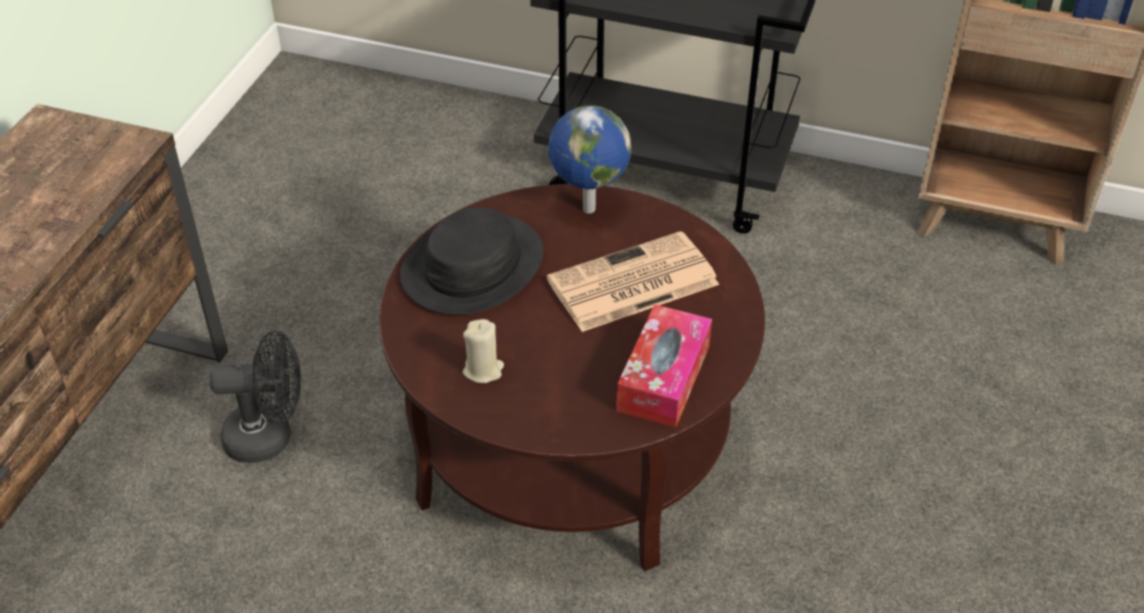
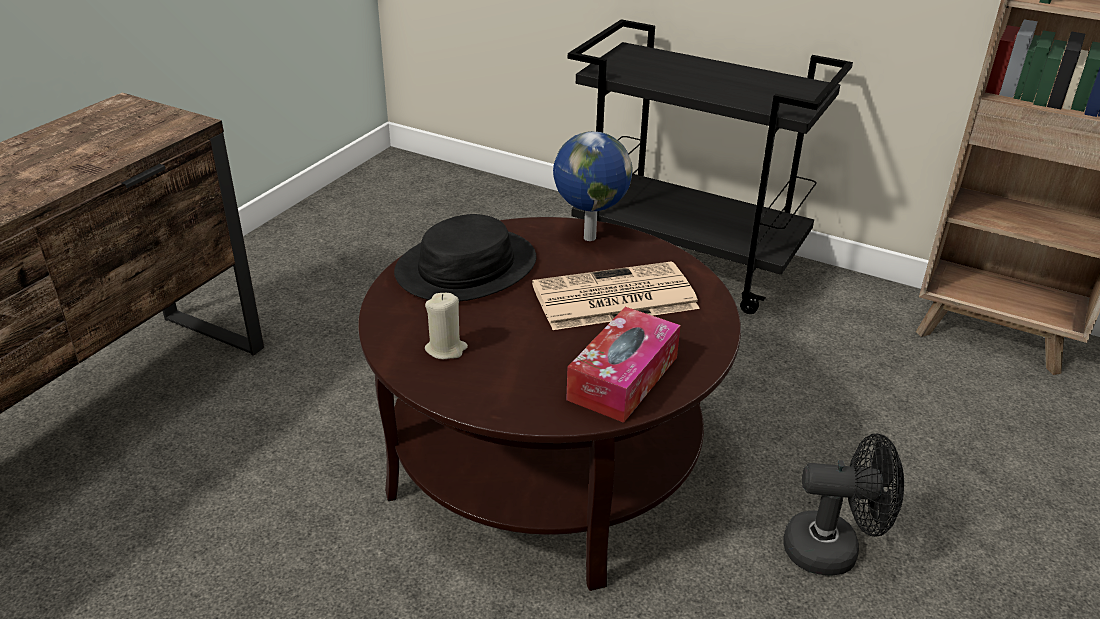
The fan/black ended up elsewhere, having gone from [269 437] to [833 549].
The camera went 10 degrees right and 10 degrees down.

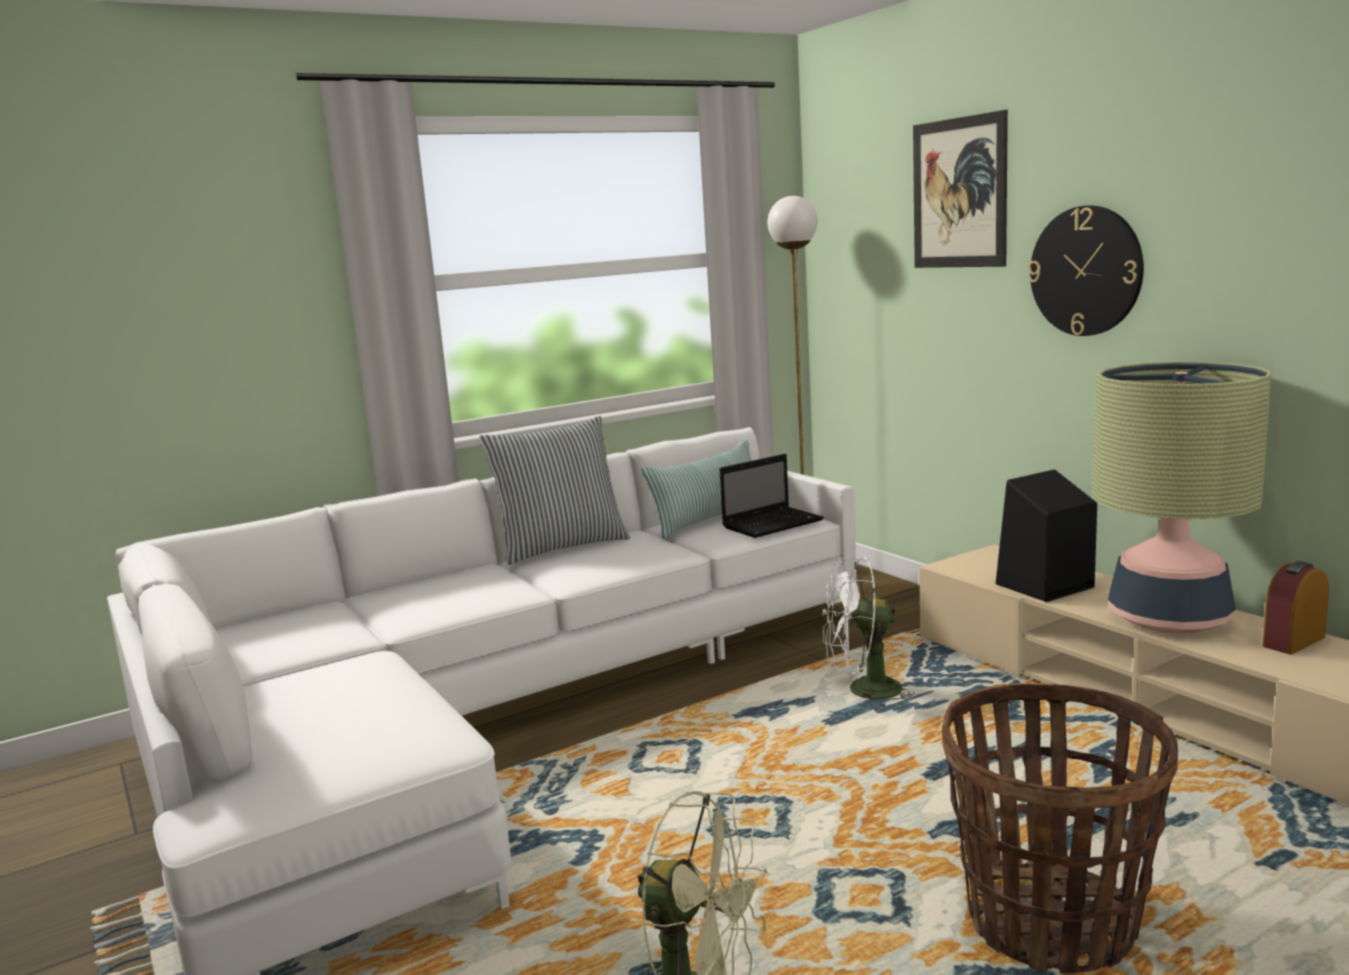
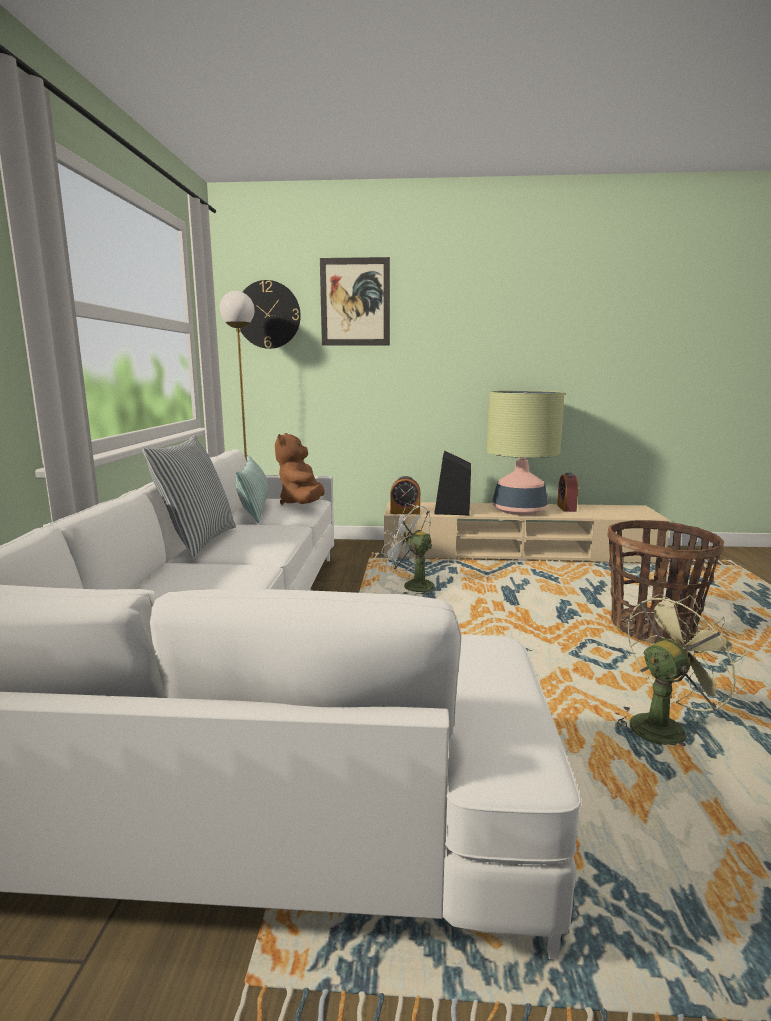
The second view gained the alarm clock at [405 512].
The wall clock ended up elsewhere, having gone from [1086 271] to [268 314].
Where the laptop stood at [773 523], the plush toy/brown came to stand at [302 504].
The fan/white at [863 692] ended up facing another way, 90 degrees clockwise from before.
The camera went 55 degrees left and 0 degrees up.

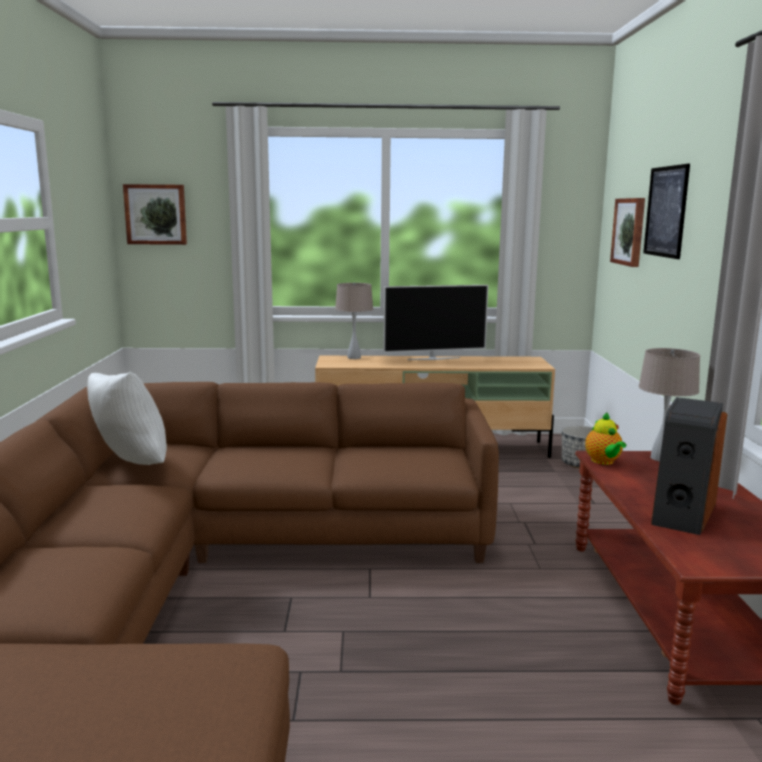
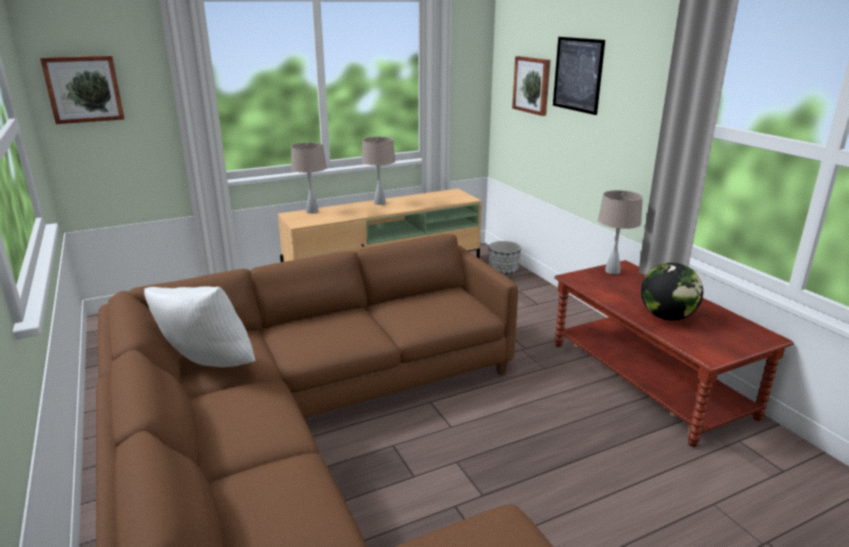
The second view lost the teapot at [603 461].
Where the television stood at [433 358], the table lamp/beige came to stand at [379 203].
Where the speaker stood at [682 513], the globe came to stand at [667 317].
The camera went 25 degrees left and 10 degrees up.

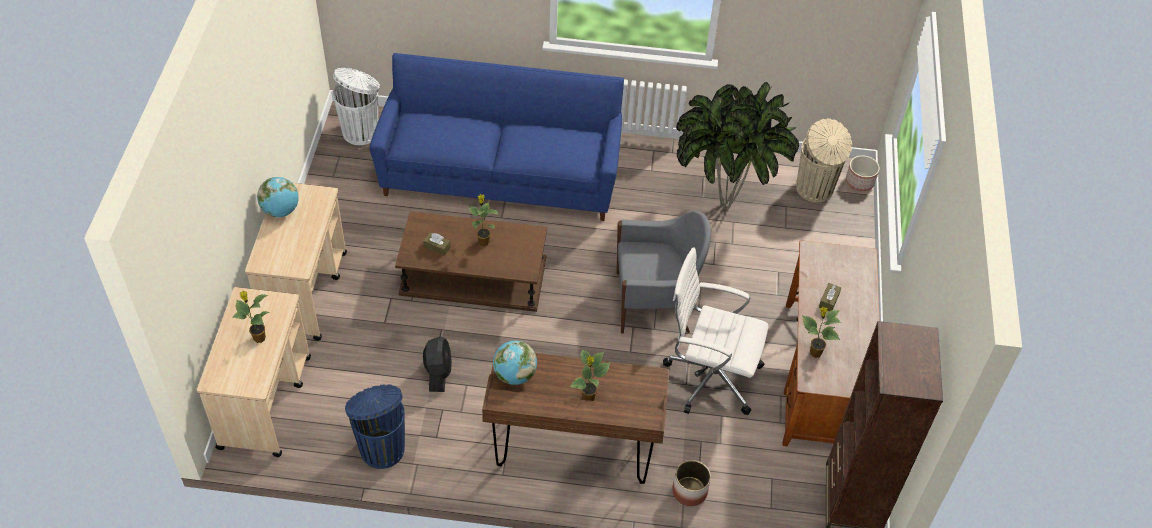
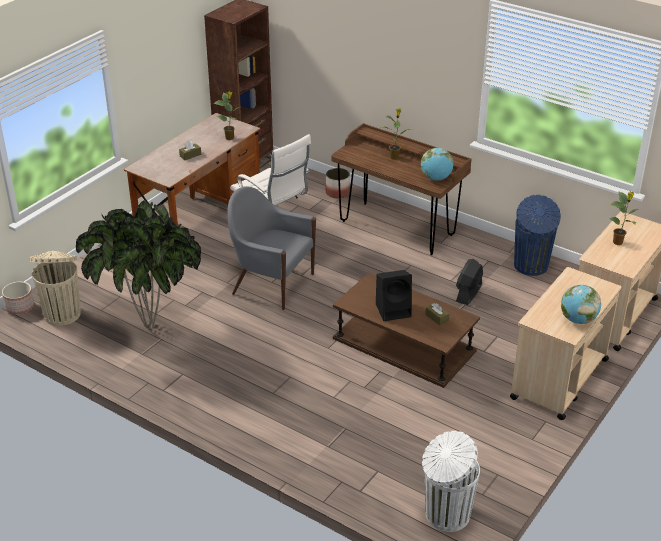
The second view lost the sofa/blue at [501 173].
Where the potted plant stood at [483 241], the speaker/black came to stand at [394 310].
The camera went 150 degrees left and 15 degrees down.

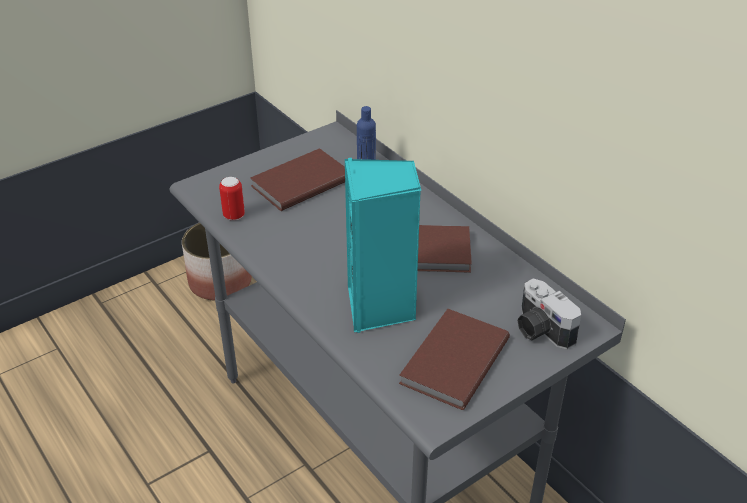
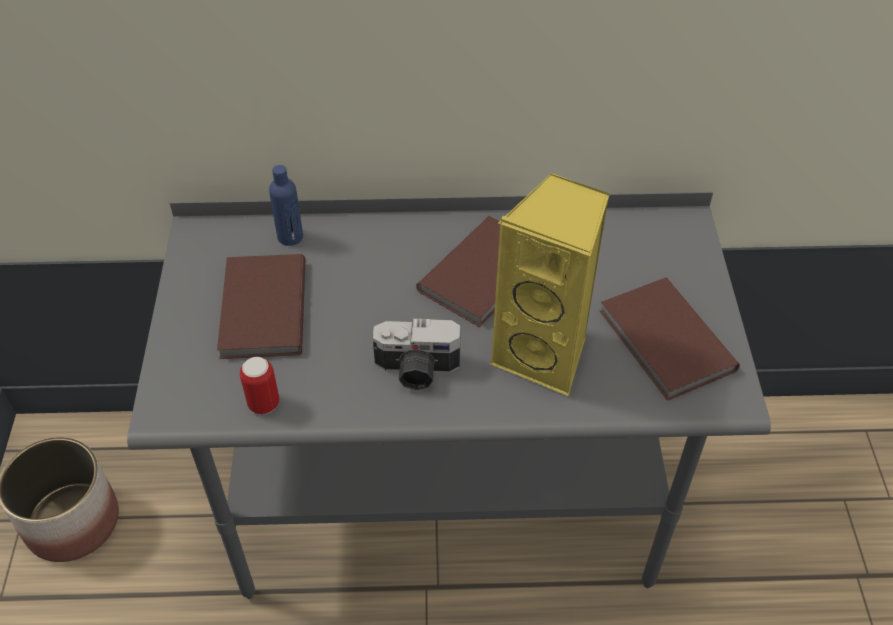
The photo camera ended up elsewhere, having gone from [540 330] to [417 370].
What was the speaker/turquoise at [381 308] turned into the speaker/yellow at [545 355].
The camera went 55 degrees left and 10 degrees up.

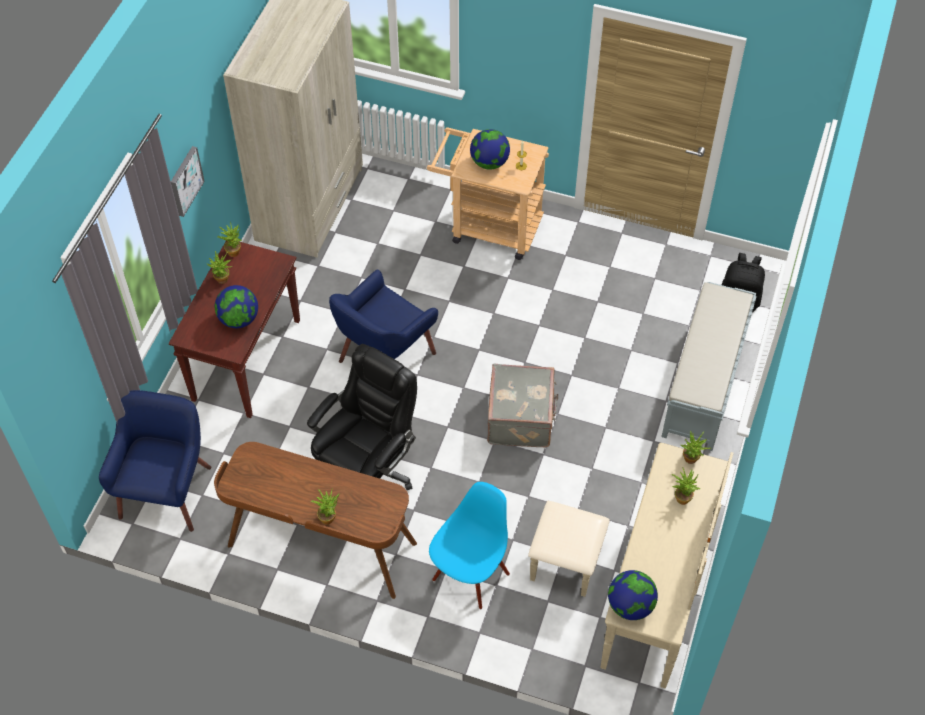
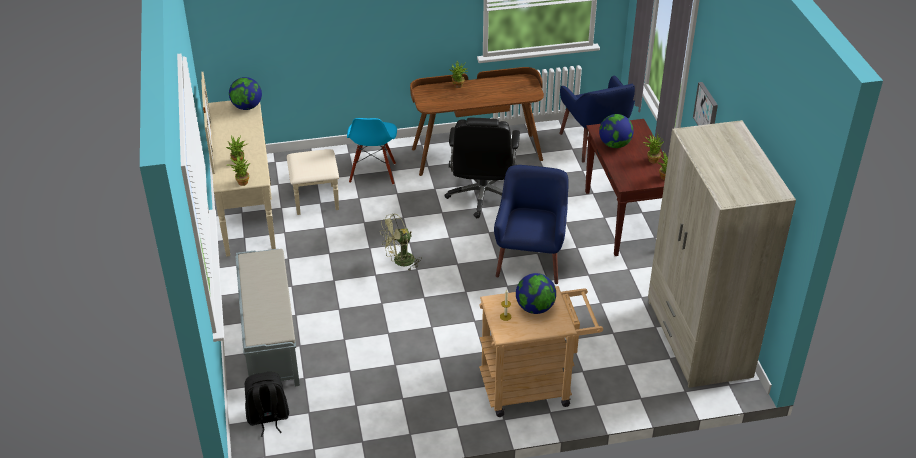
Where the suitcase/grey stood at [521 418], the fan/green came to stand at [400 262].
The camera went 150 degrees right and 15 degrees down.

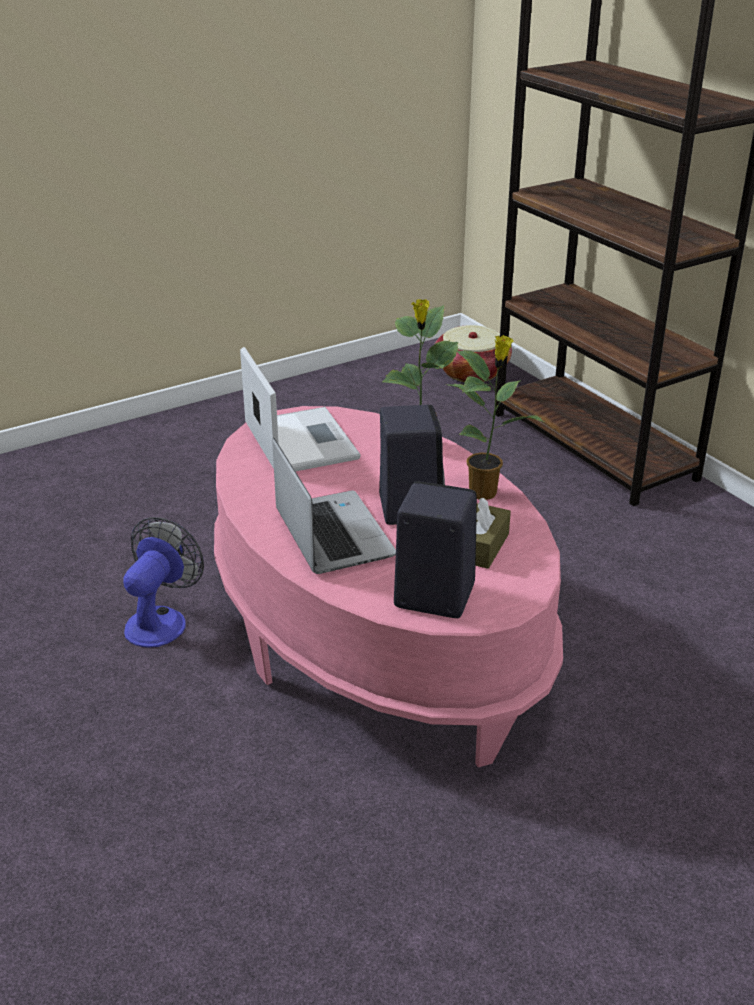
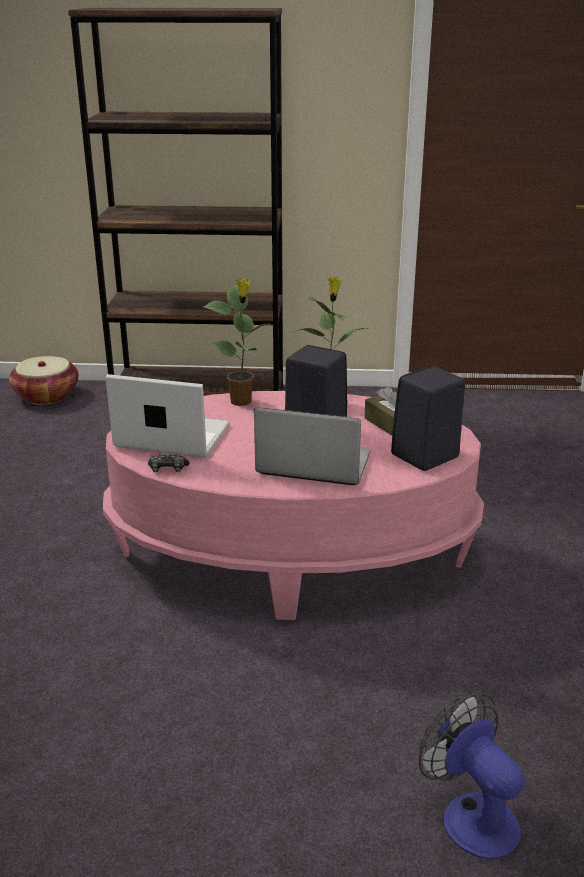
The second view gained the game controller at [168 469].
The fan ended up elsewhere, having gone from [161 620] to [470 814].
The camera went 55 degrees left and 5 degrees down.

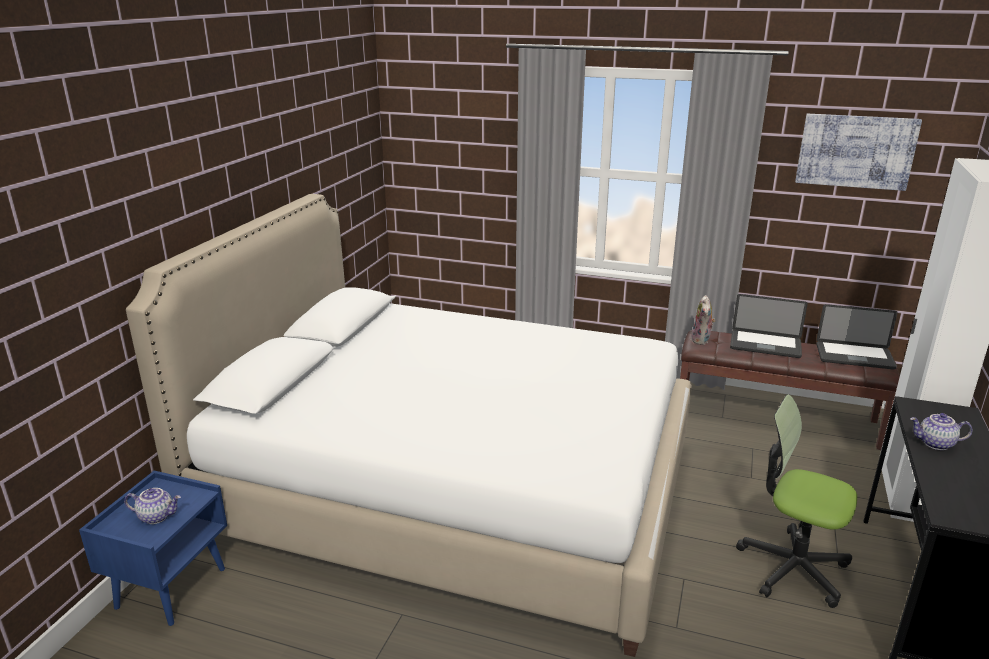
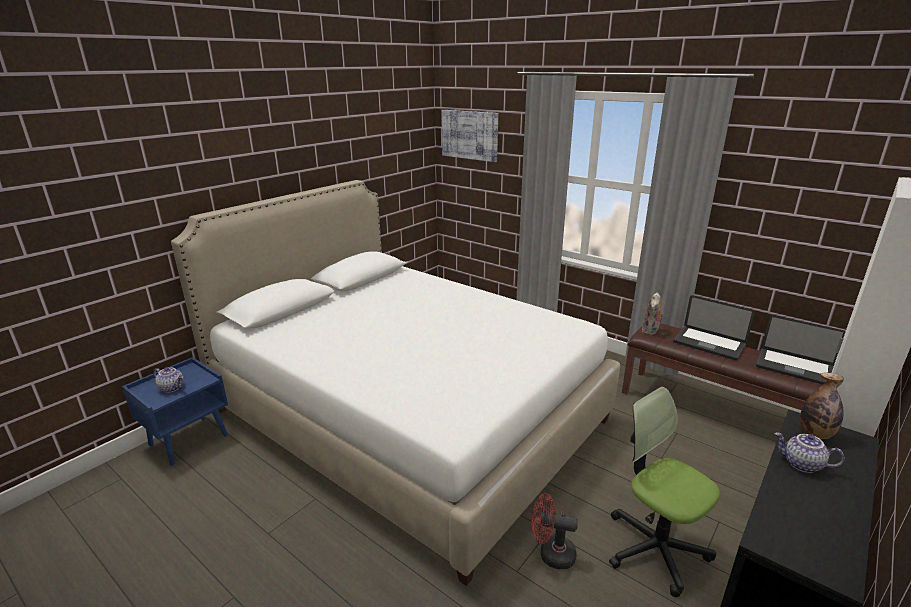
The second view gained the fan/red at [551 553].
The second view gained the bottle at [815 434].
The picture ended up elsewhere, having gone from [855 151] to [469 135].
The camera went 20 degrees right and 0 degrees up.

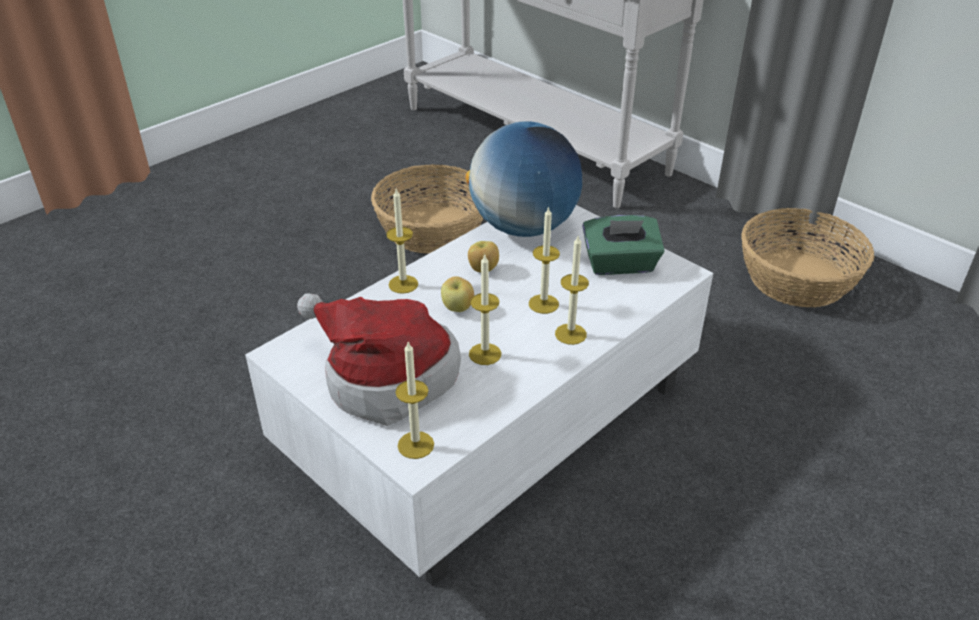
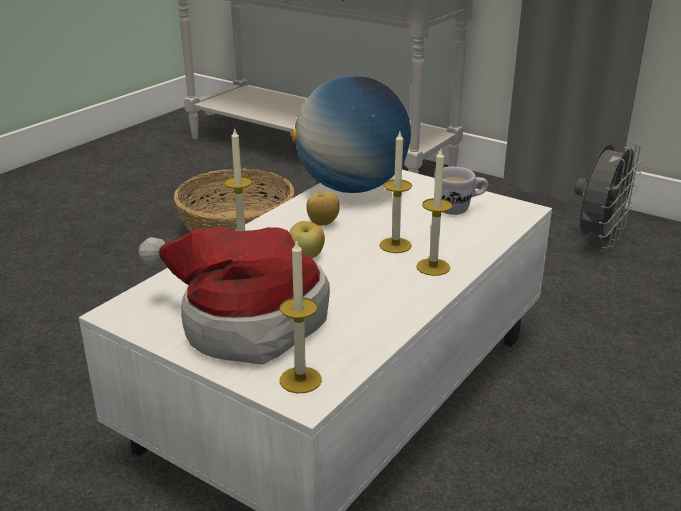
The second view lost the candle at [485 354].
Where the tissue box/green stood at [620 264], the mug/white came to stand at [459 209].
Where the basket stood at [796 278], the fan/grey came to stand at [599 240].
The camera went 10 degrees left and 10 degrees down.

